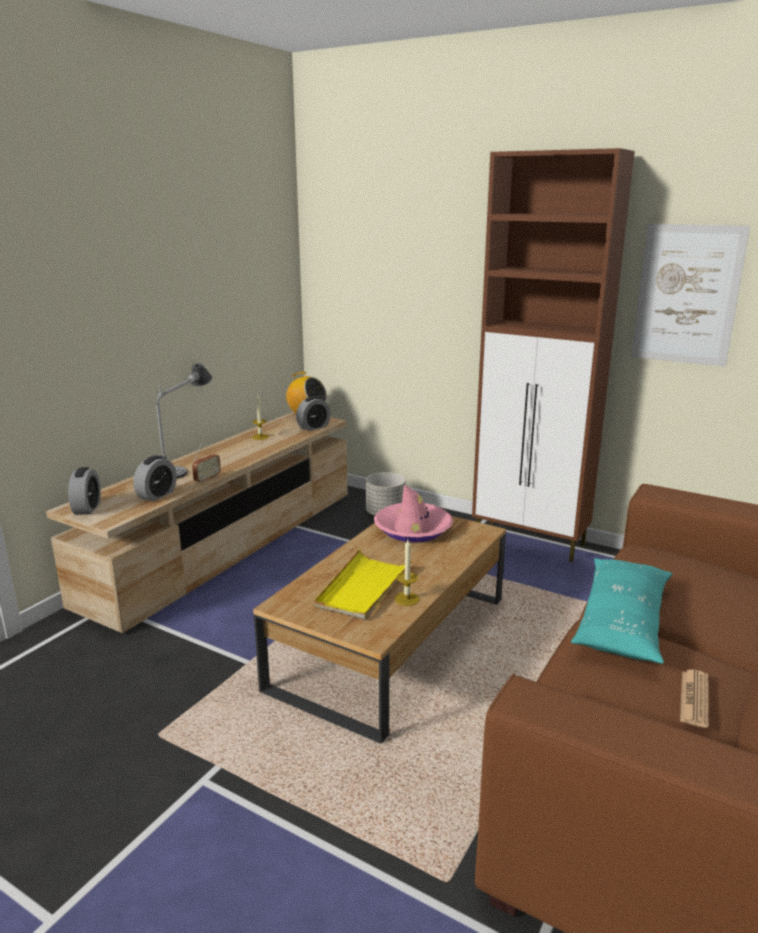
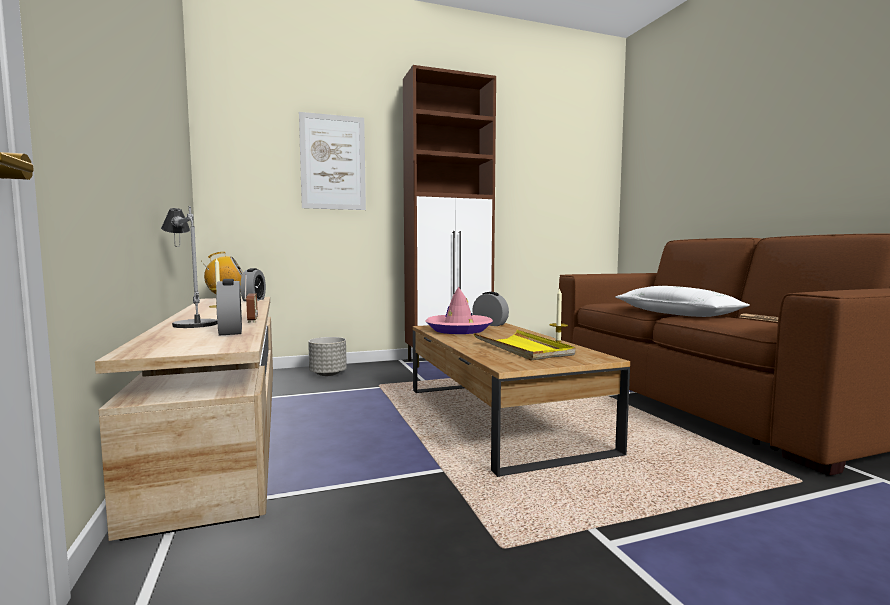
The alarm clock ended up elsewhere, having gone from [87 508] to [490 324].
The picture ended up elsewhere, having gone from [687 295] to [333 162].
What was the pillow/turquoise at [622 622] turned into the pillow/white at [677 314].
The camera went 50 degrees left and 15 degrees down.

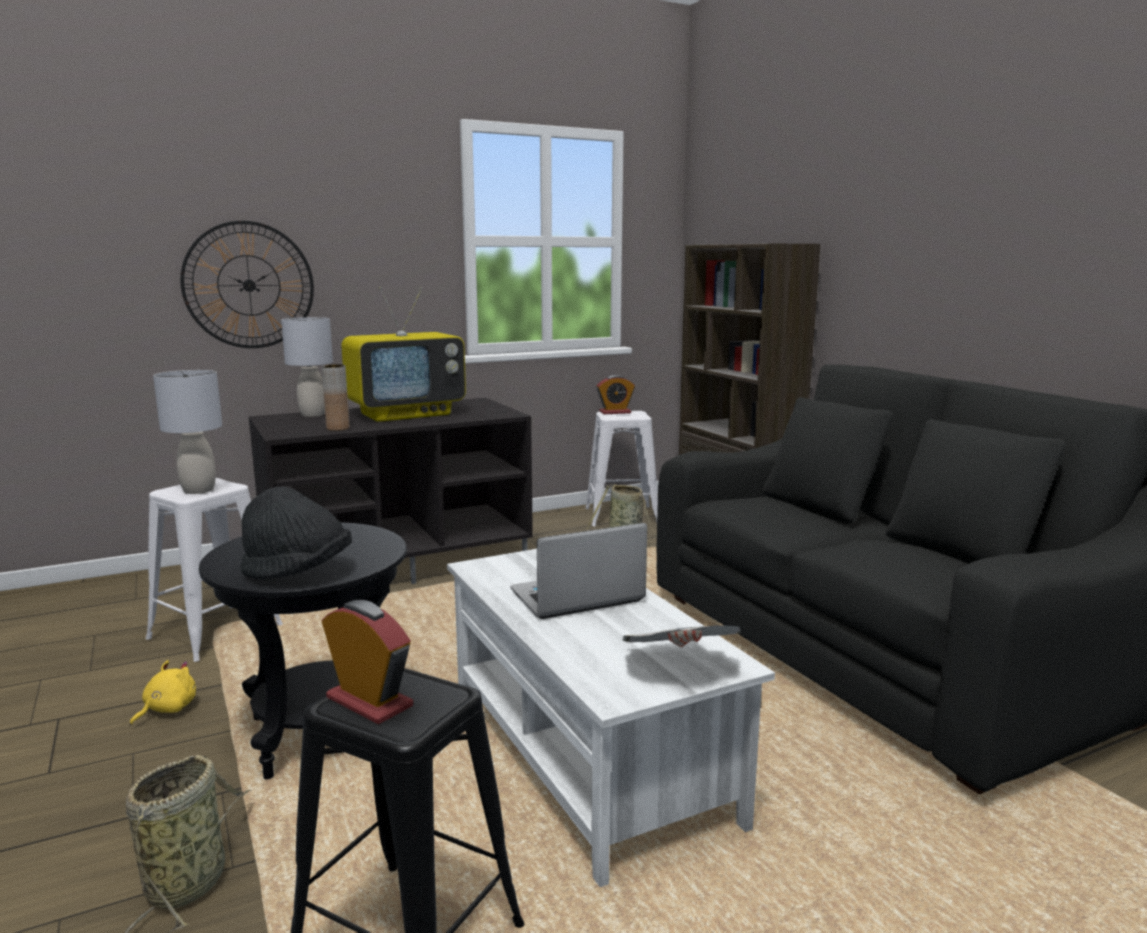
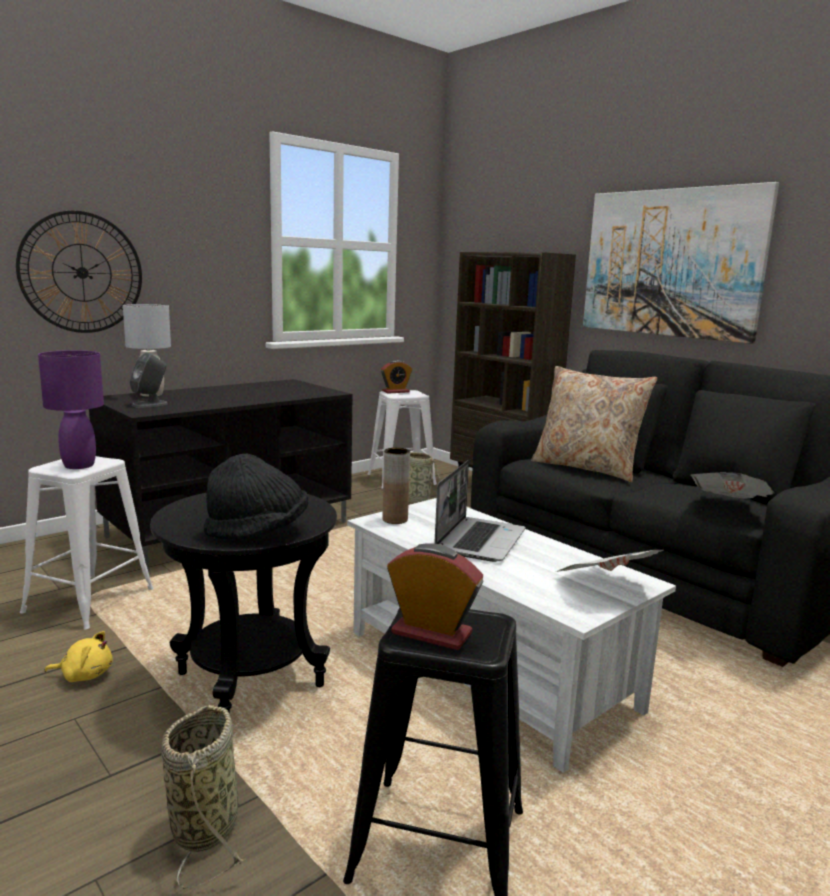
The second view lost the television at [406 414].
The second view gained the speaker/grey at [150 404].
The second view gained the pillow/beige at [587 468].
The second view gained the picture at [671 263].
The second view gained the newspaper at [729 506].
The vase/brown ended up elsewhere, having gone from [338 428] to [395 520].
What was the table lamp/grey at [198 490] turned into the table lamp/purple at [79 465].
The plush toy/yellow at [167 709] ended up facing another way, 75 degrees clockwise from before.
The laptop at [576 597] ended up facing another way, 150 degrees clockwise from before.
The camera went 15 degrees left and 0 degrees up.

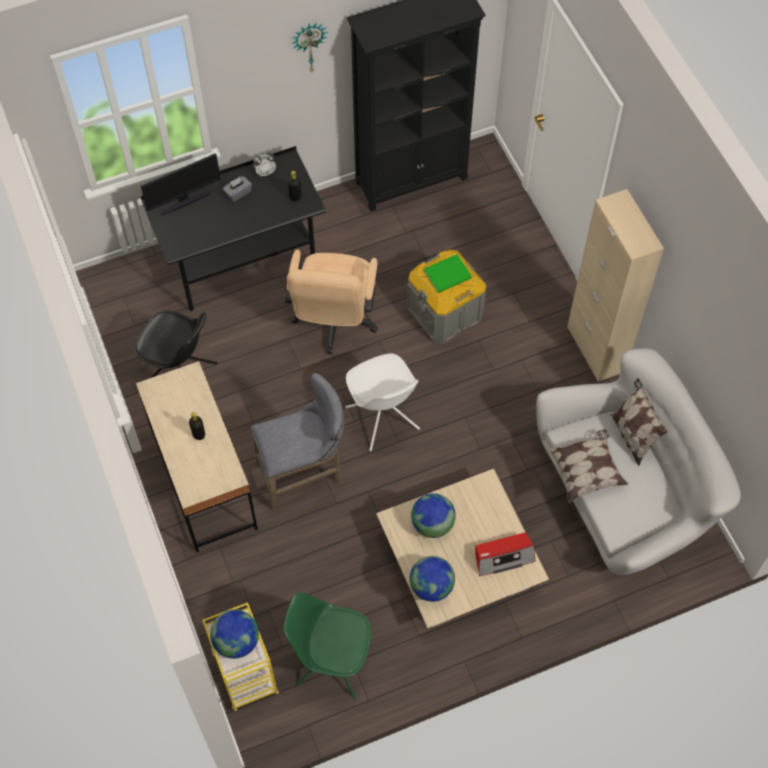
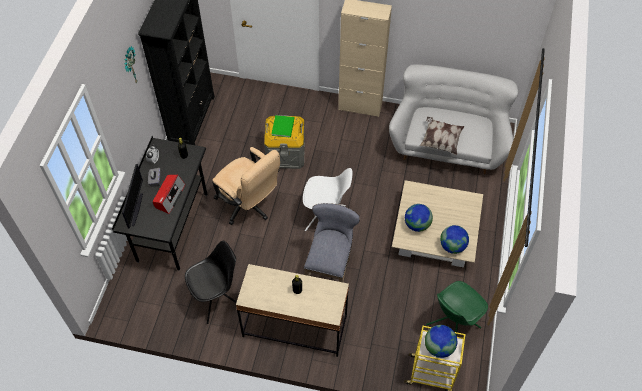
The second view lost the pillow at [632 436].
The radio ended up elsewhere, having gone from [503 557] to [169 196].
The camera went 55 degrees left and 5 degrees down.

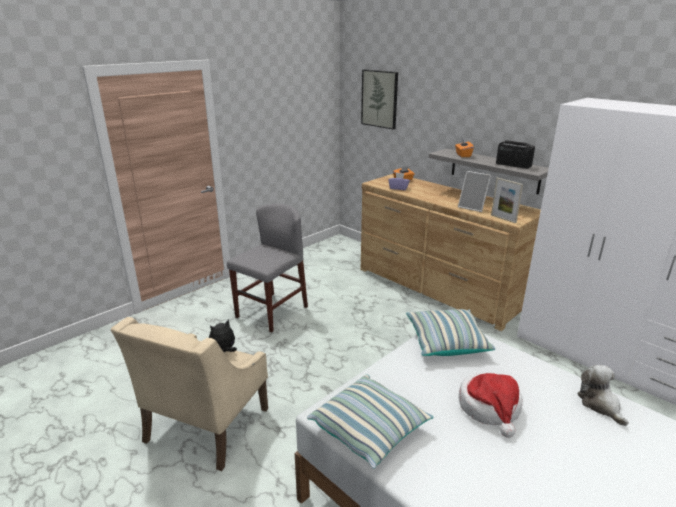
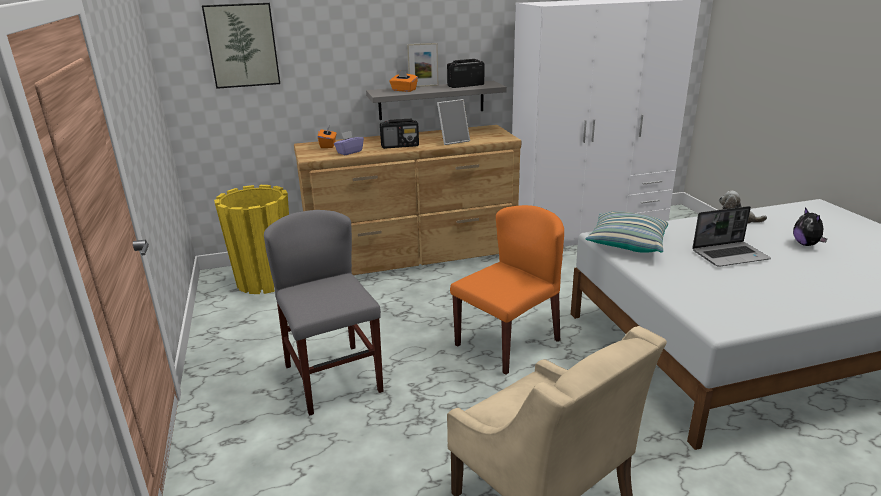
The second view lost the pillow at [369 429].
The second view gained the planter/yellow at [265 280].
The second view gained the radio at [400 146].
The second view gained the chair/orange at [508 342].
The plush toy ended up elsewhere, having gone from [223 351] to [806 244].
The picture frame ended up elsewhere, having gone from [503 219] to [423 86].
Where the hat stood at [490 408], the laptop came to stand at [730 255].
The camera went 60 degrees left and 0 degrees up.

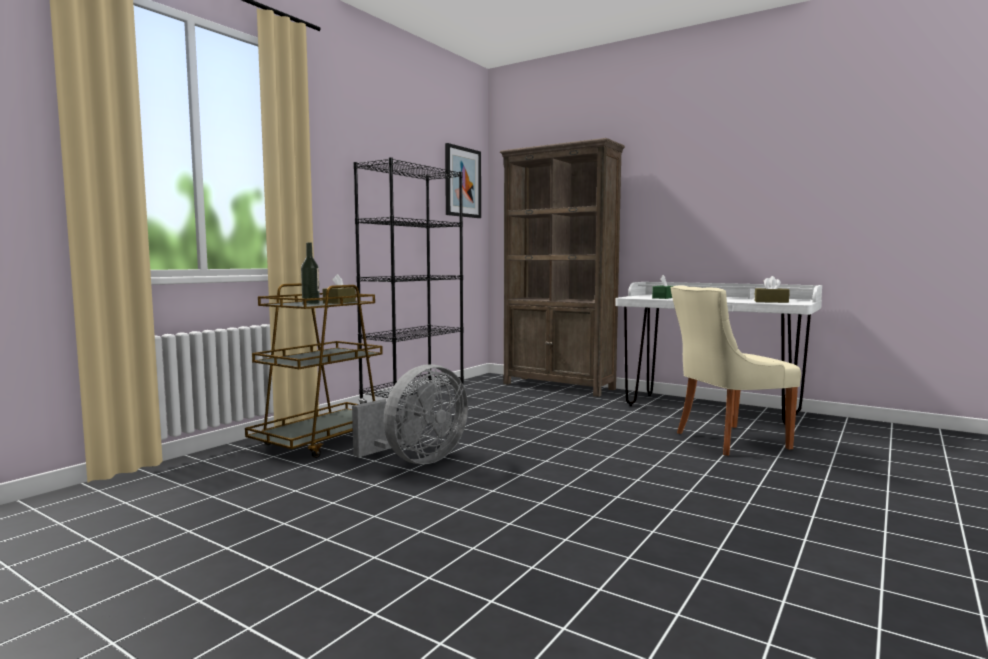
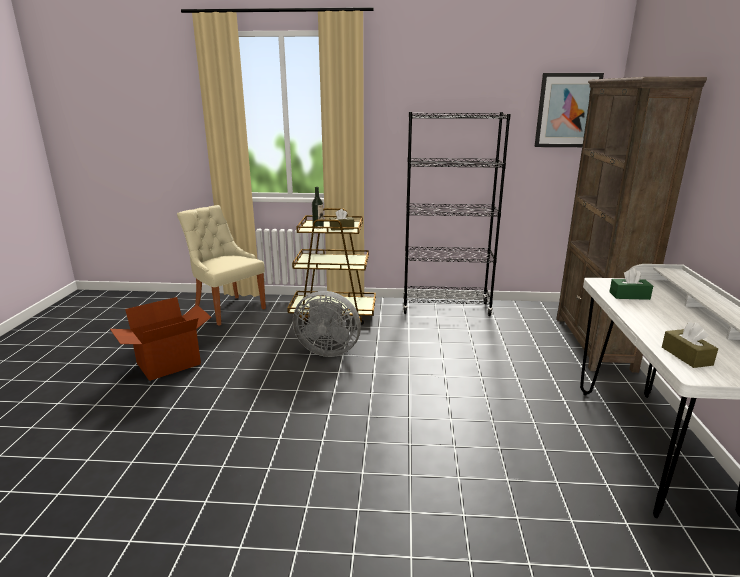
The second view gained the cardboard box at [169 364].
The chair/beige ended up elsewhere, having gone from [727 440] to [227 309].
The camera went 60 degrees right and 15 degrees up.

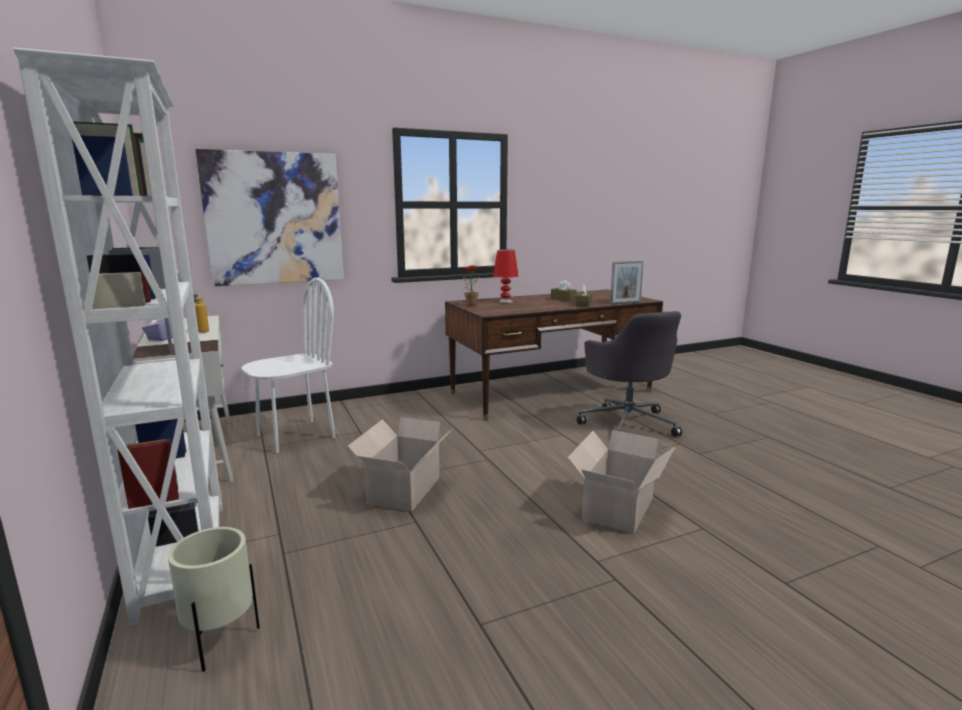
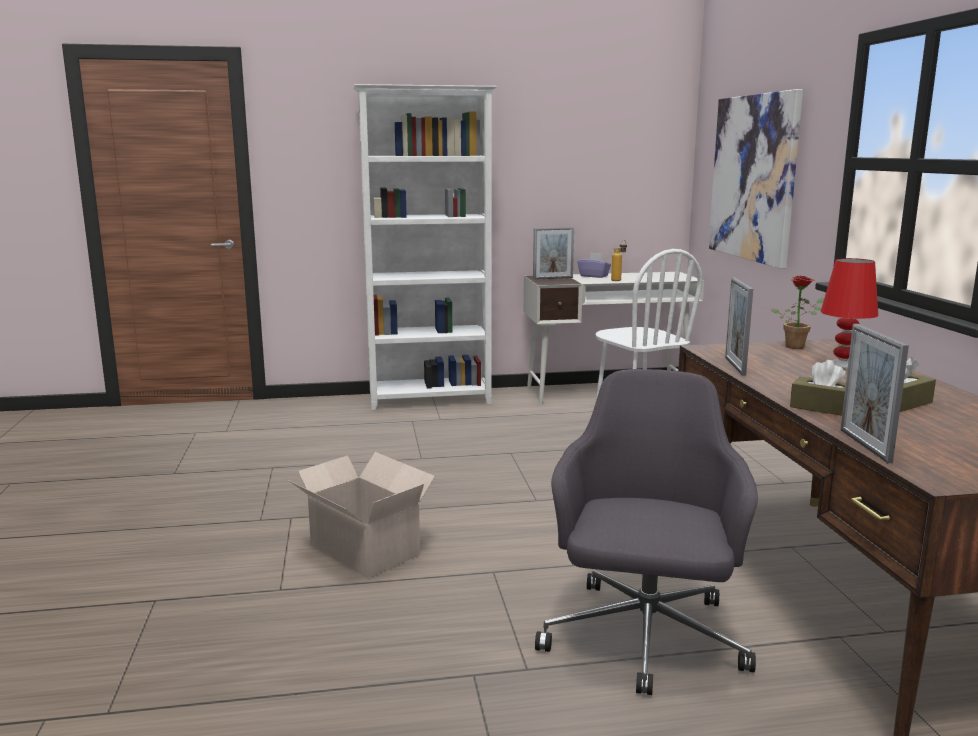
The second view lost the planter/beige at [221 642].
The second view lost the cardboard box at [402 491].
The second view gained the picture frame at [735 366].
The office chair/grey at [627 423] ended up facing another way, 105 degrees clockwise from before.
The camera went 105 degrees right and 0 degrees up.

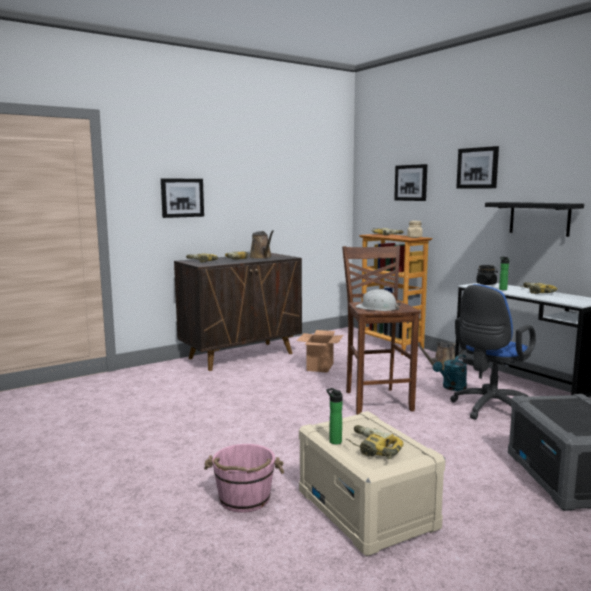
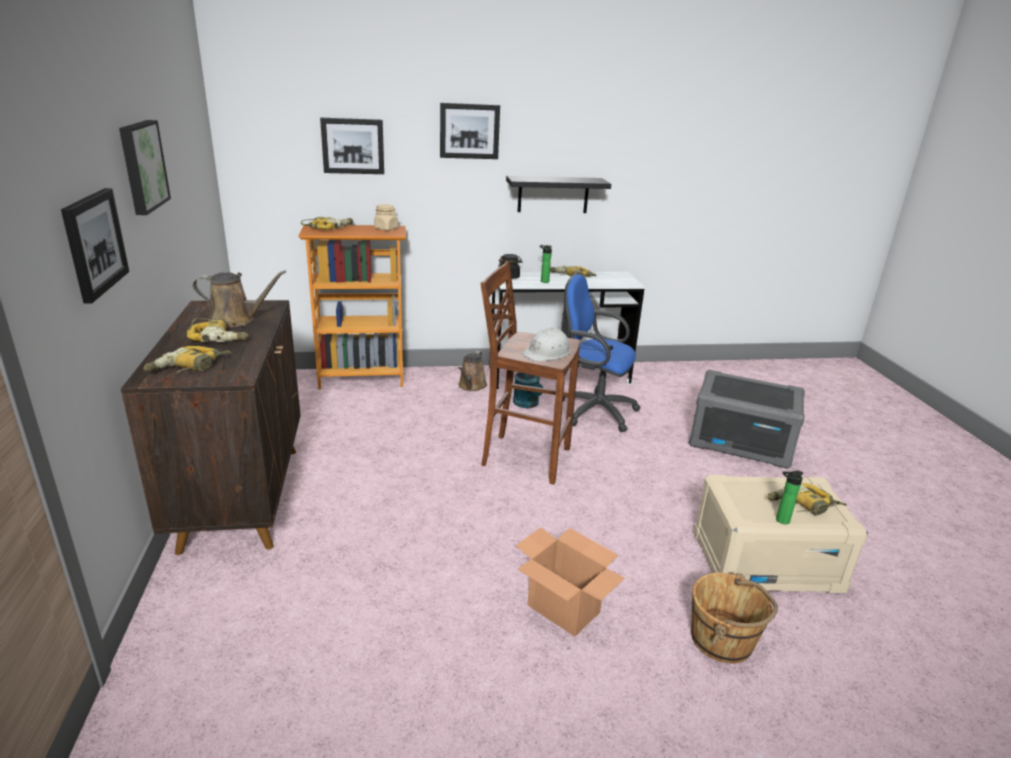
The second view gained the picture at [141 166].
The cardboard box ended up elsewhere, having gone from [320 367] to [564 609].
What was the bucket/pink at [244 499] turned into the bucket/brown at [723 640].
The office chair/blue at [489 408] ended up facing another way, 135 degrees clockwise from before.
The camera went 65 degrees left and 15 degrees up.

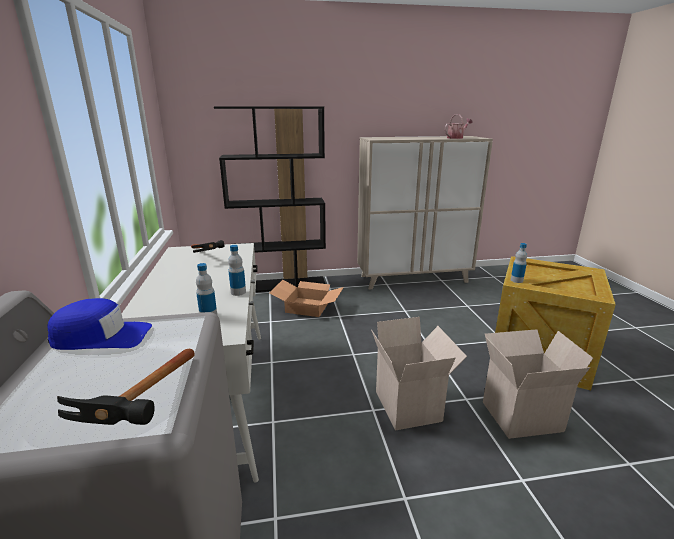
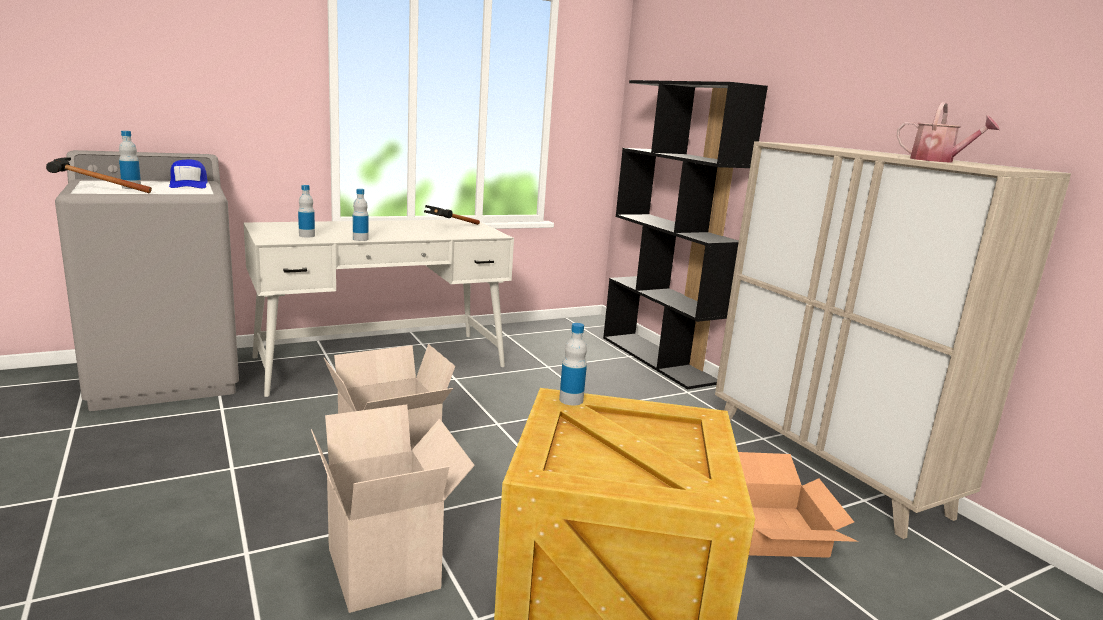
The second view gained the bottle at [131 188].
The cardboard box ended up elsewhere, having gone from [306 307] to [771 529].
The camera went 70 degrees right and 5 degrees down.

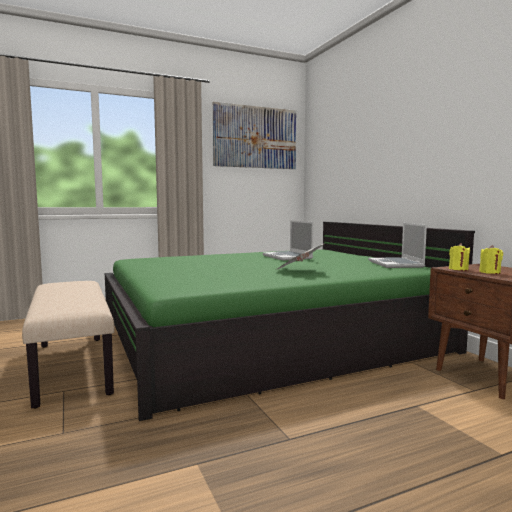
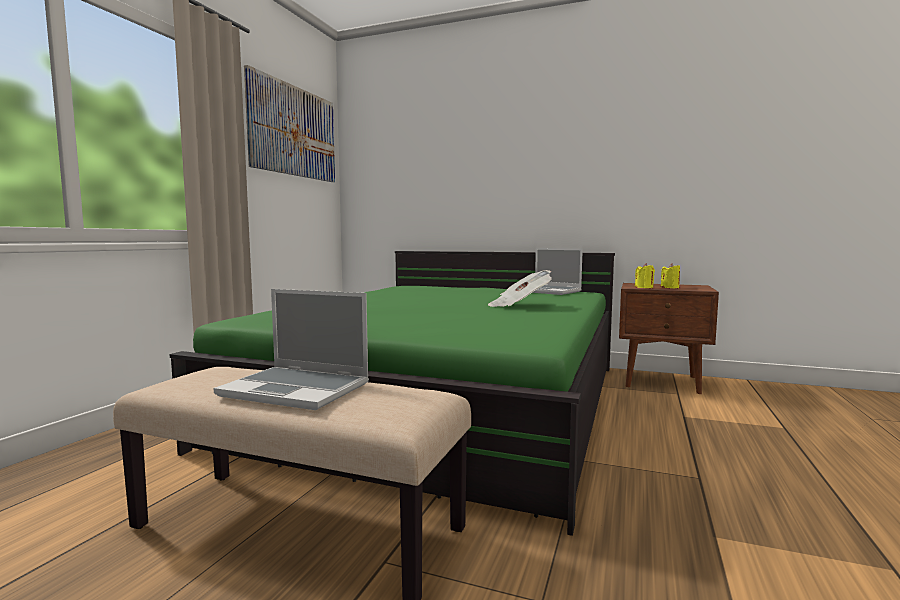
The laptop ended up elsewhere, having gone from [288 257] to [298 389].
The camera went 45 degrees left and 0 degrees up.

